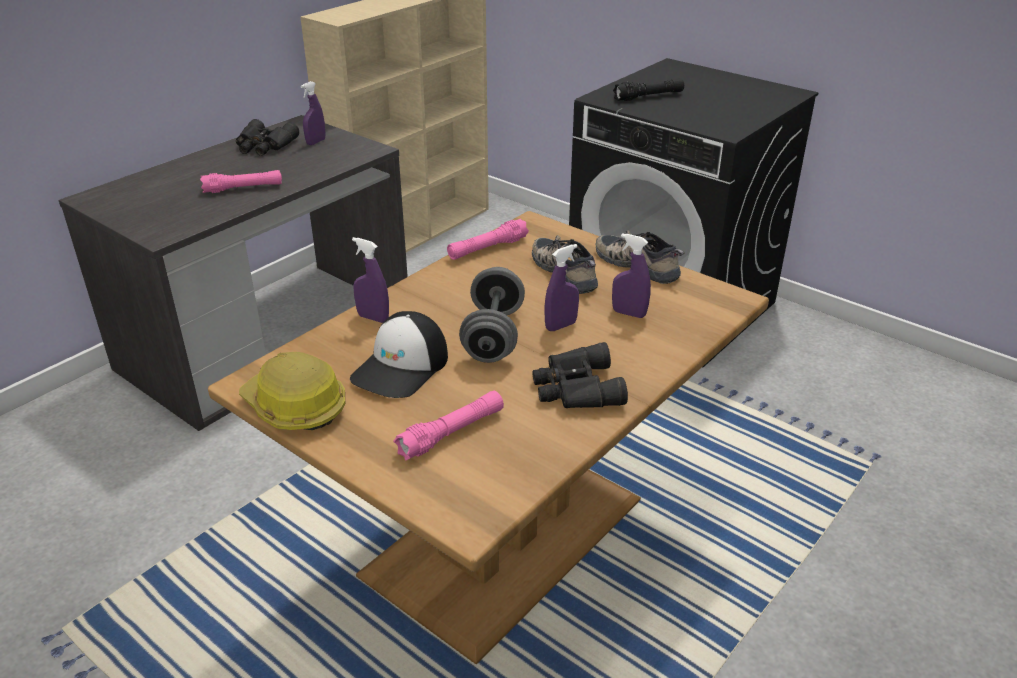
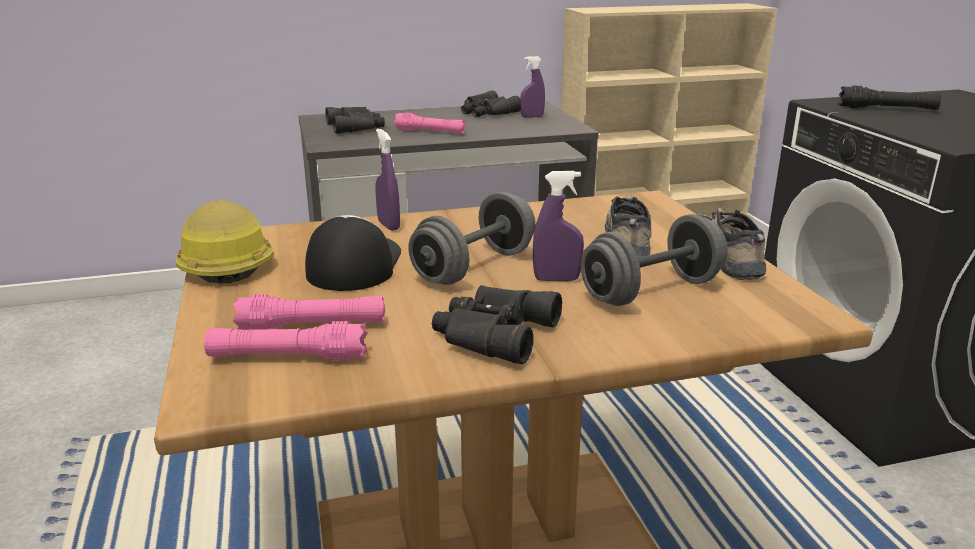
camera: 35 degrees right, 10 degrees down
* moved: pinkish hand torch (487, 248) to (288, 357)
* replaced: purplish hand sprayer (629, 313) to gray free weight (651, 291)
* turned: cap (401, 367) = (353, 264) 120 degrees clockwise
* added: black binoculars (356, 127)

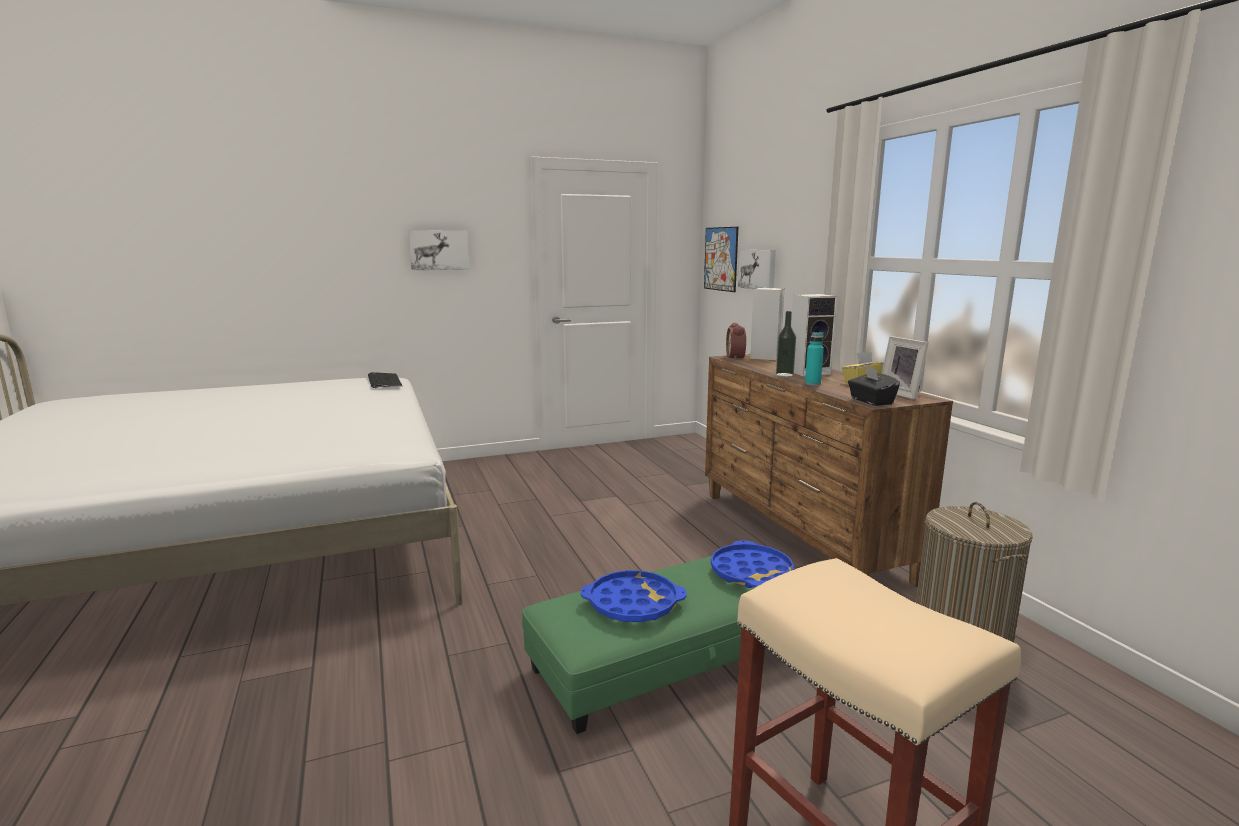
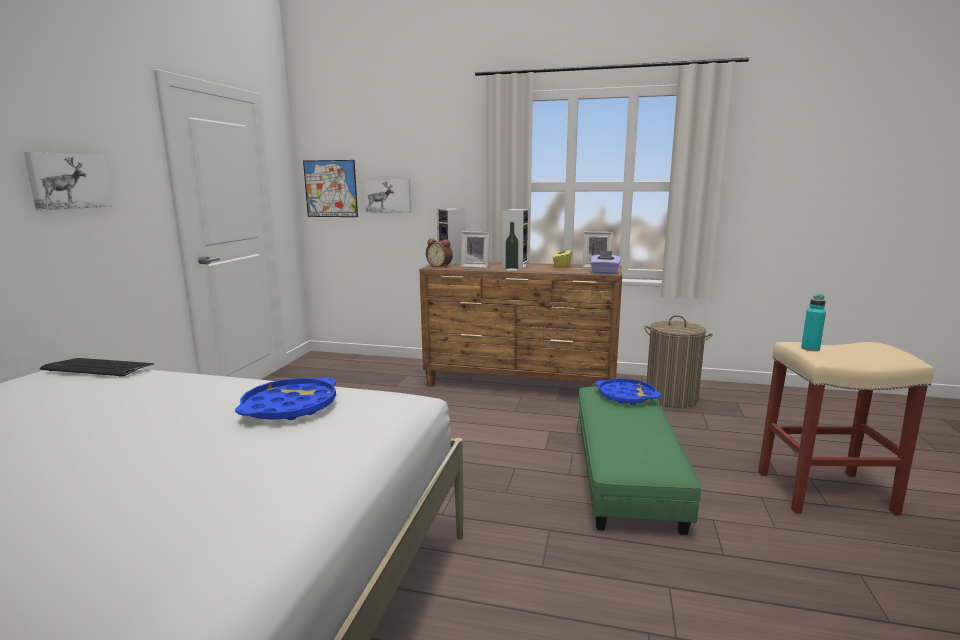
camera: 55 degrees left, 0 degrees up
* moved: turquoise-coloured beverage bottle (812, 384) to (810, 349)
* recoloured: black box of tissues (871, 401) to purplish box of tissues (604, 272)
* moved: blue-coloured serving tray (633, 604) to (290, 407)
* added: photo frame (475, 266)

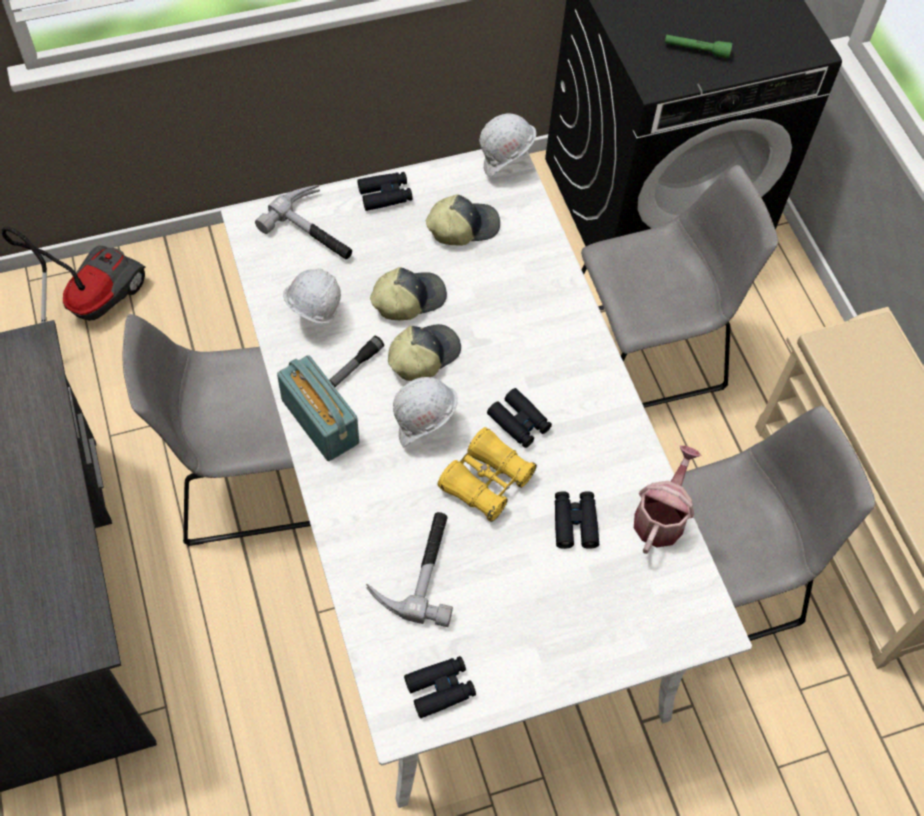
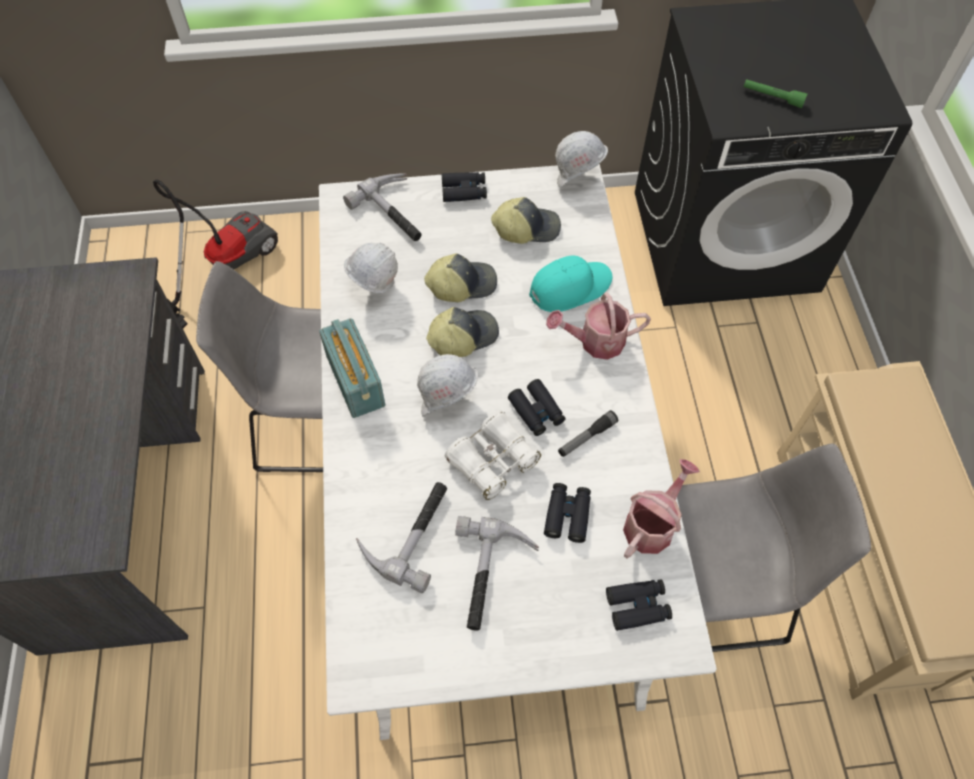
camera: 15 degrees right, 0 degrees up
* removed: gray plain chair (646, 352)
* moved: hand torch (355, 366) to (586, 437)
* recoloured: yellow-coloured binoculars (486, 481) to whitish binoculars (492, 461)
* moved: black binoculars (440, 688) to (637, 606)
* added: turquoise-coloured cap (570, 287)
* added: sprinkling can (595, 341)
* added: hand hammer (491, 577)

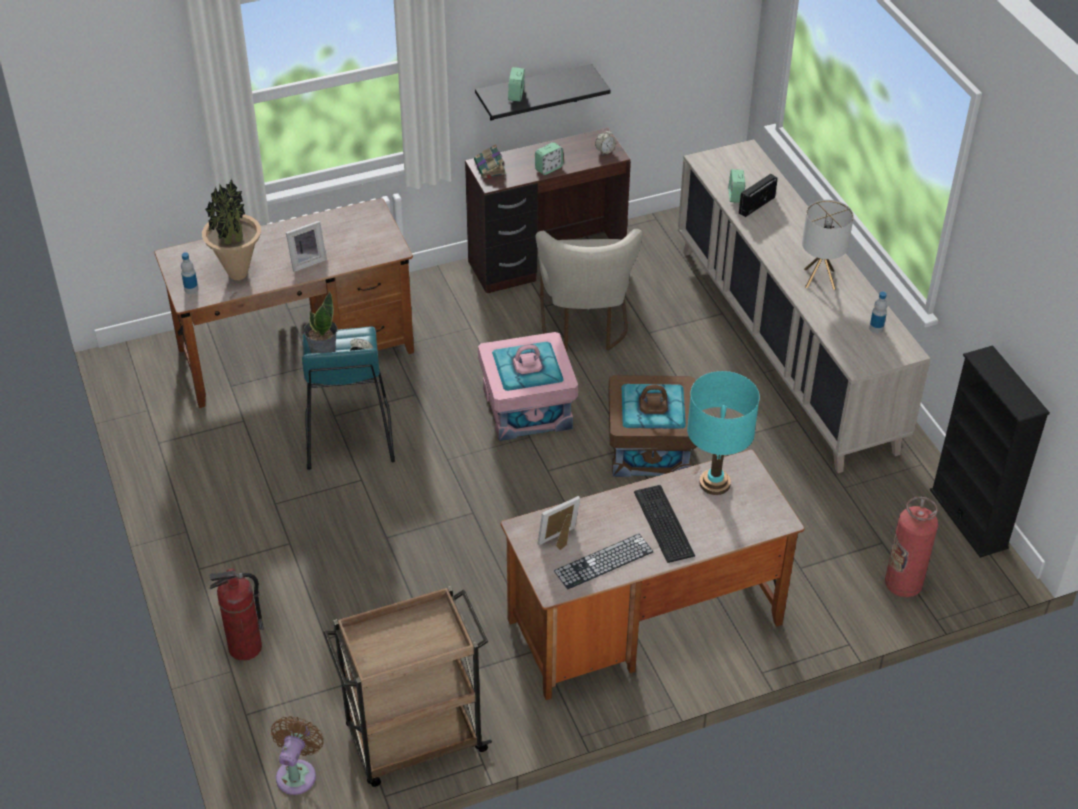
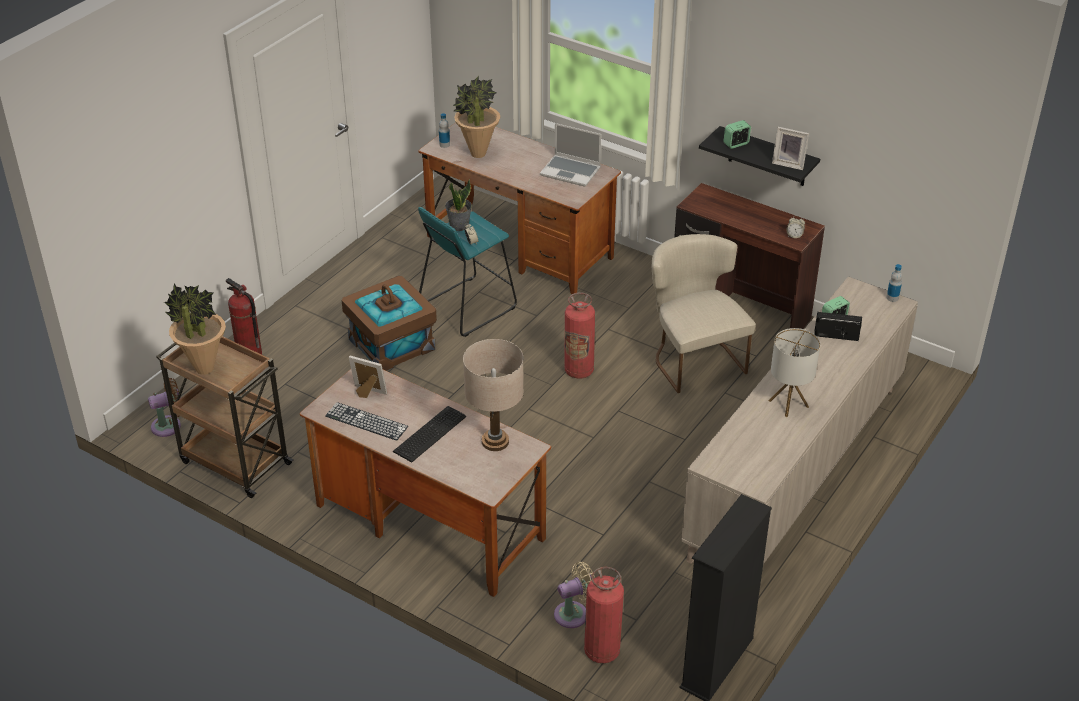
camera: 55 degrees right, 5 degrees down
* removed: table clock (548, 168)
* removed: book (490, 168)
* moved: photo frame (307, 261) to (789, 163)
* turned: beige-coloured plain chair (584, 326) = (693, 358) 105 degrees clockwise
* moved: beverage bottle (876, 328) to (892, 298)
* replaced: pinkish storage bin (527, 408) to fire extinguisher (579, 371)
* recoloured: turquoise-coloured table lamp (715, 483) to beige-coloured table lamp (495, 442)
* moved: brown-coloured storage bin (650, 448) to (392, 344)
* added: notebook computer (571, 171)
* added: potted plant (204, 369)
* added: beige-coloured electric fan (574, 613)

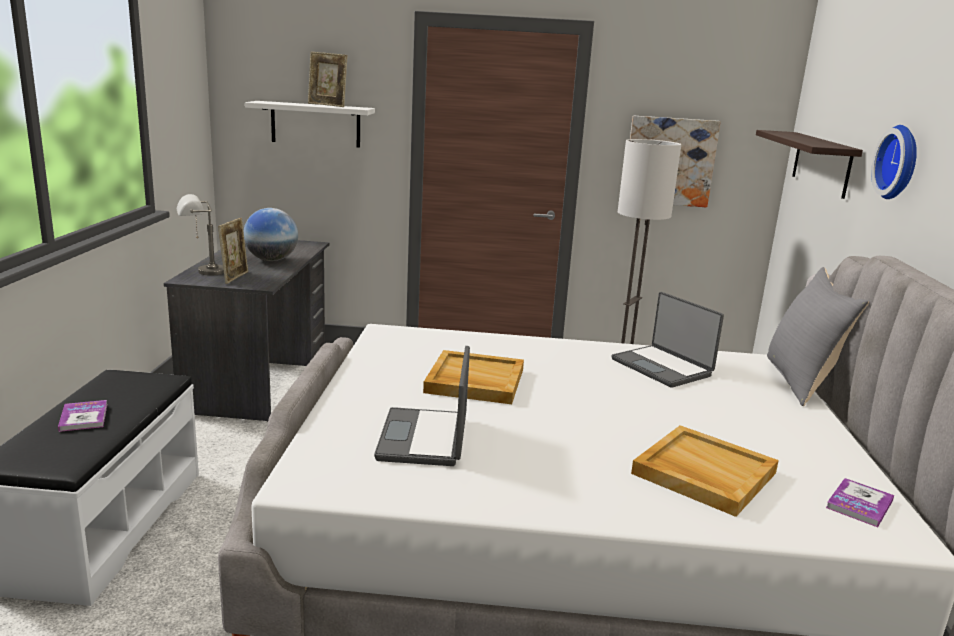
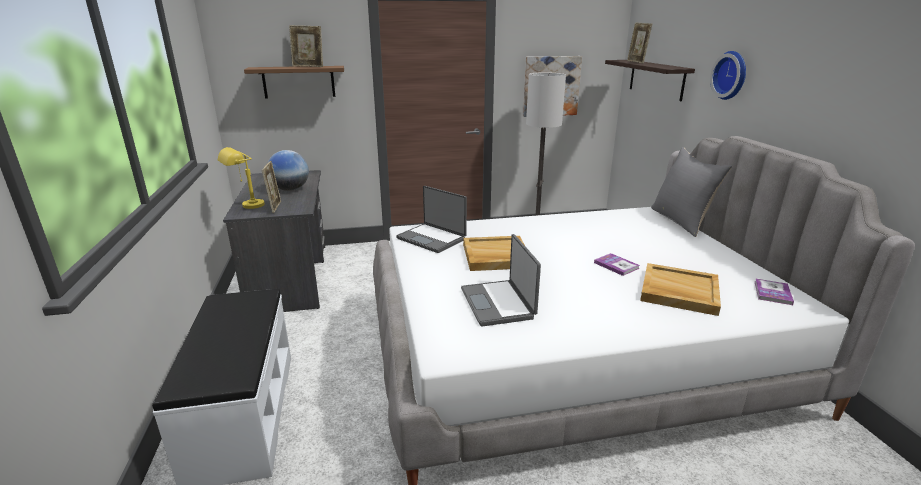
camera: 15 degrees left, 5 degrees up
* recoloured: whitish wall shelf (315, 124) to brown-coloured wall shelf (298, 82)
* recoloured: gray table lamp (202, 272) to yellow-coloured table lamp (246, 207)
* moved: notebook computer (662, 367) to (432, 238)
* moved: book (83, 417) to (616, 265)
* added: photo frame (636, 62)

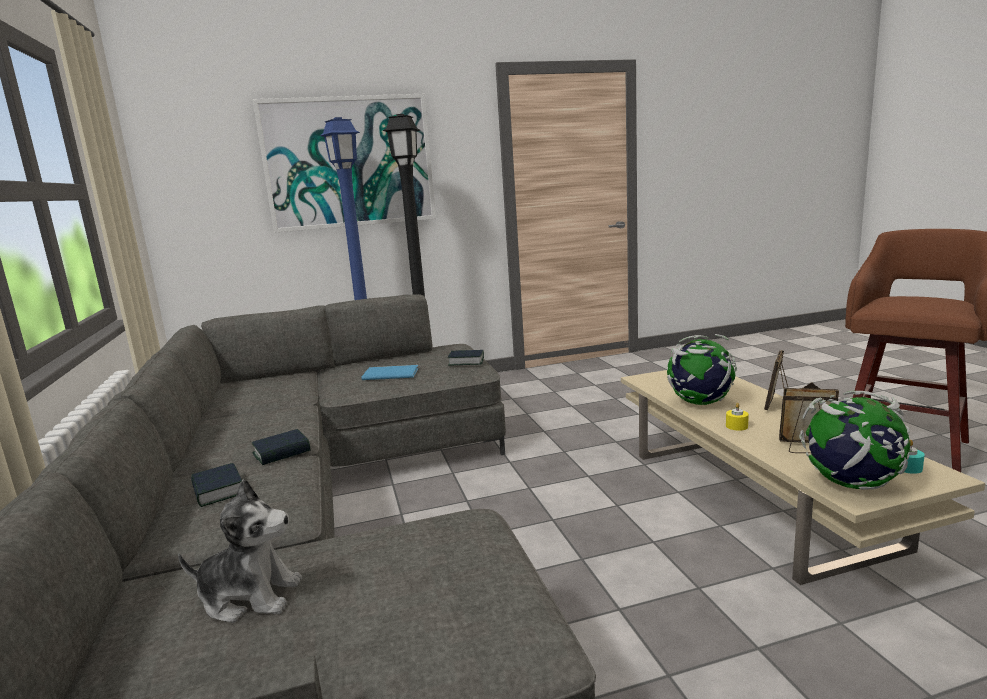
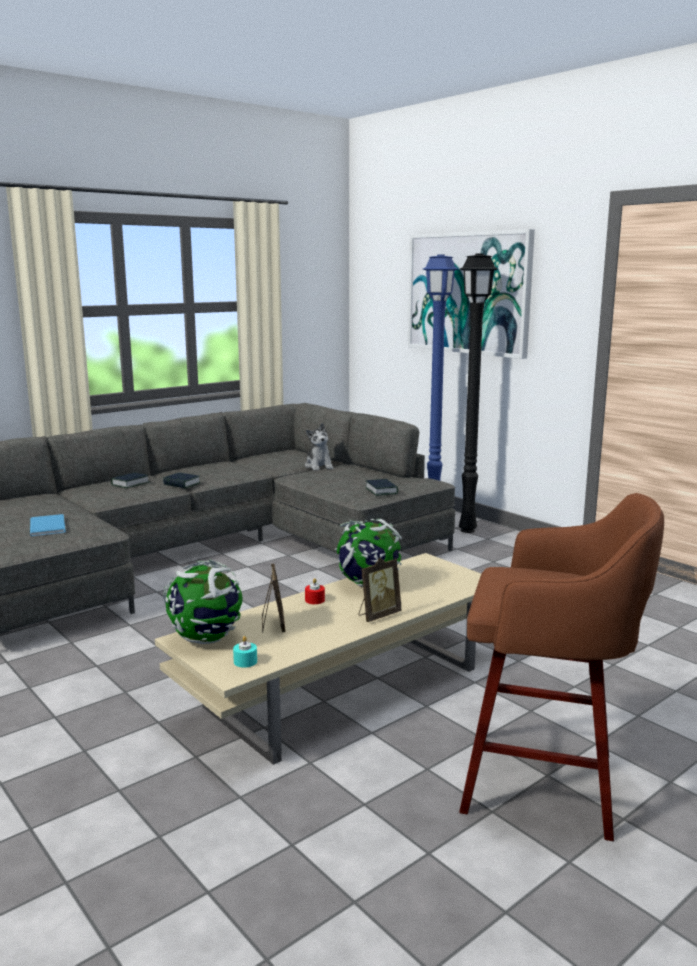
camera: 65 degrees right, 0 degrees up
* turned: photo frame (778, 406) = (378, 615) 135 degrees clockwise
* moved: blue-coloured book (389, 374) to (49, 526)
* recoloured: yellow-coloured wax light (736, 426) to reddish wax light (314, 600)
* moved: soft toy (250, 596) to (319, 466)

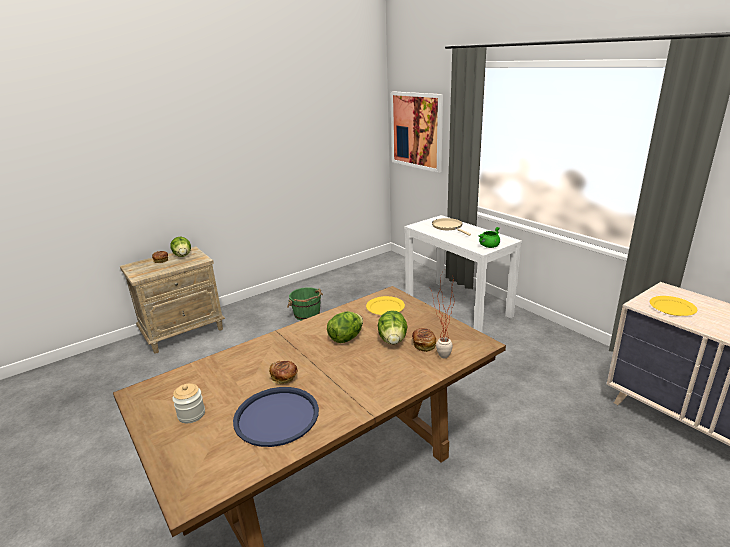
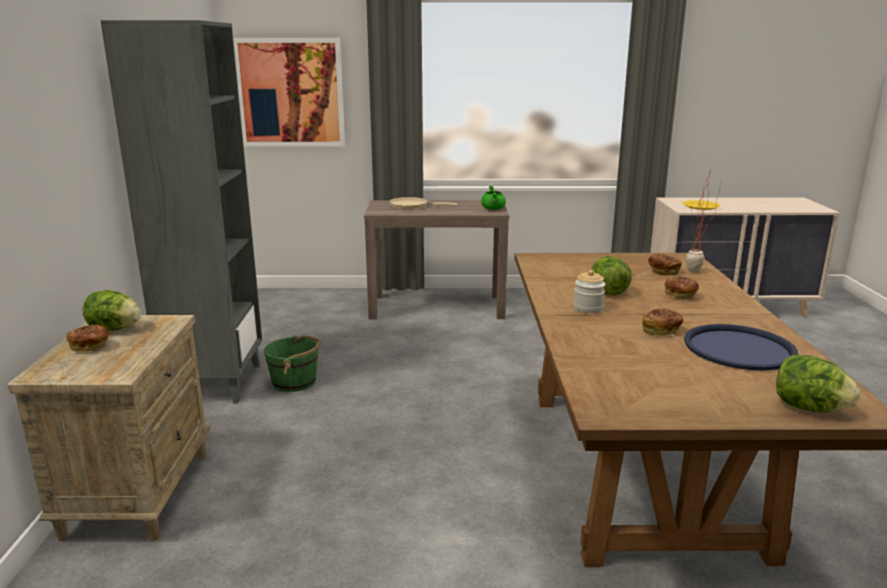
camera: 55 degrees left, 5 degrees down
* recoloured: whitish hall table (457, 306) to brown-coloured hall table (437, 307)
* removed: yellow-coloured plate (385, 307)
* moved: lettuce head (393, 340) to (809, 408)
* moved: jar (191, 414) to (588, 308)
* added: gray bookcase (215, 382)
* added: bakery bread (680, 296)

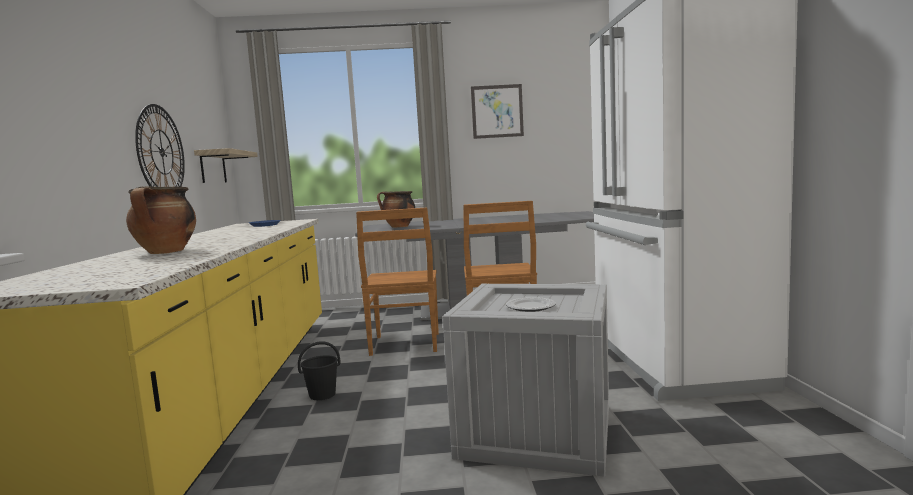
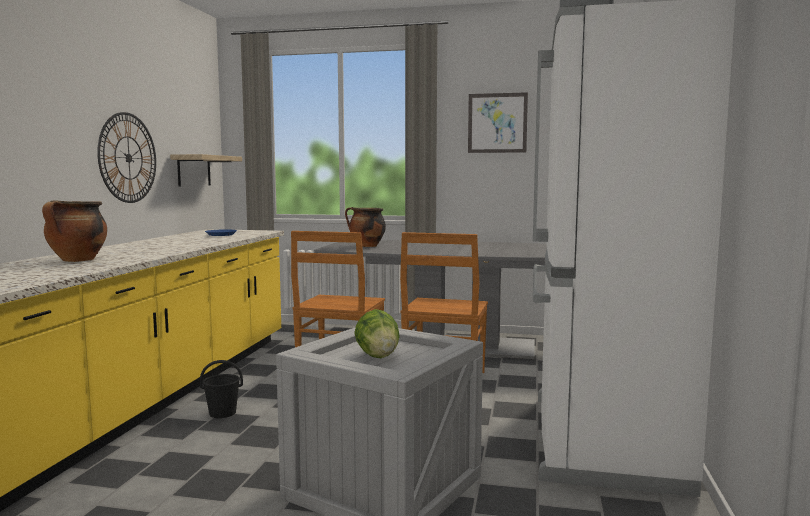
camera: 15 degrees right, 0 degrees up
* replaced: plate (530, 307) to lettuce head (378, 356)

